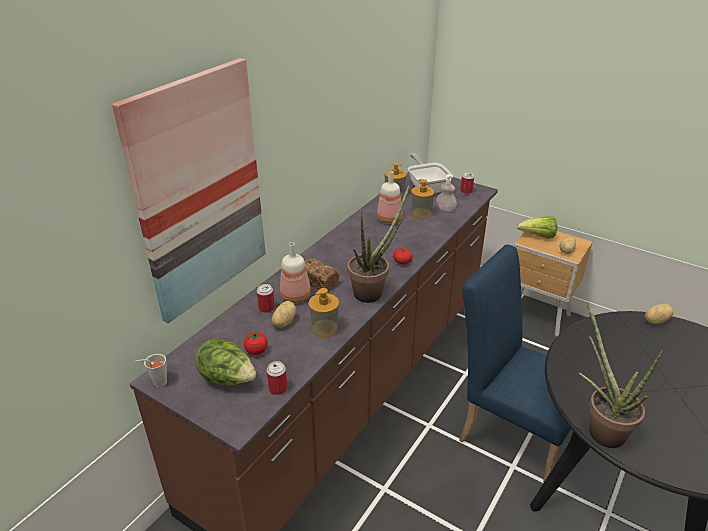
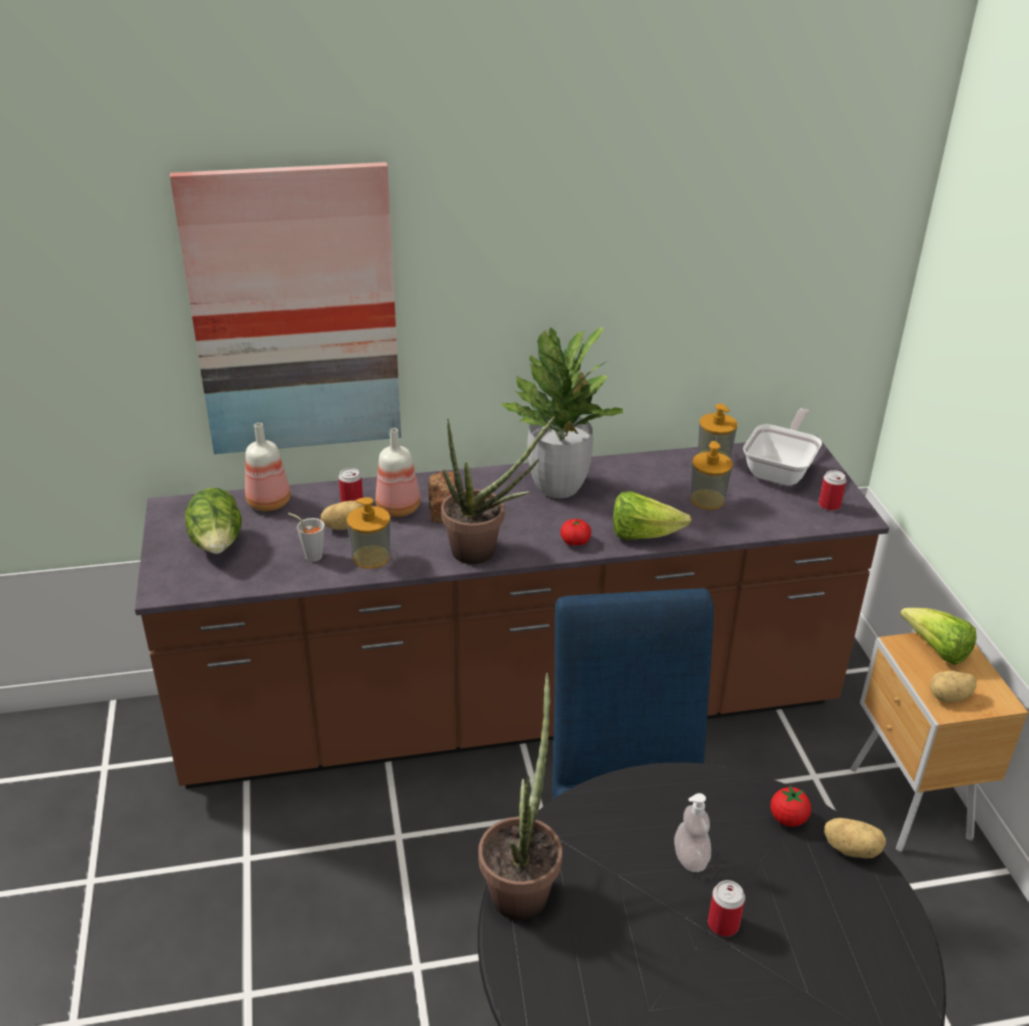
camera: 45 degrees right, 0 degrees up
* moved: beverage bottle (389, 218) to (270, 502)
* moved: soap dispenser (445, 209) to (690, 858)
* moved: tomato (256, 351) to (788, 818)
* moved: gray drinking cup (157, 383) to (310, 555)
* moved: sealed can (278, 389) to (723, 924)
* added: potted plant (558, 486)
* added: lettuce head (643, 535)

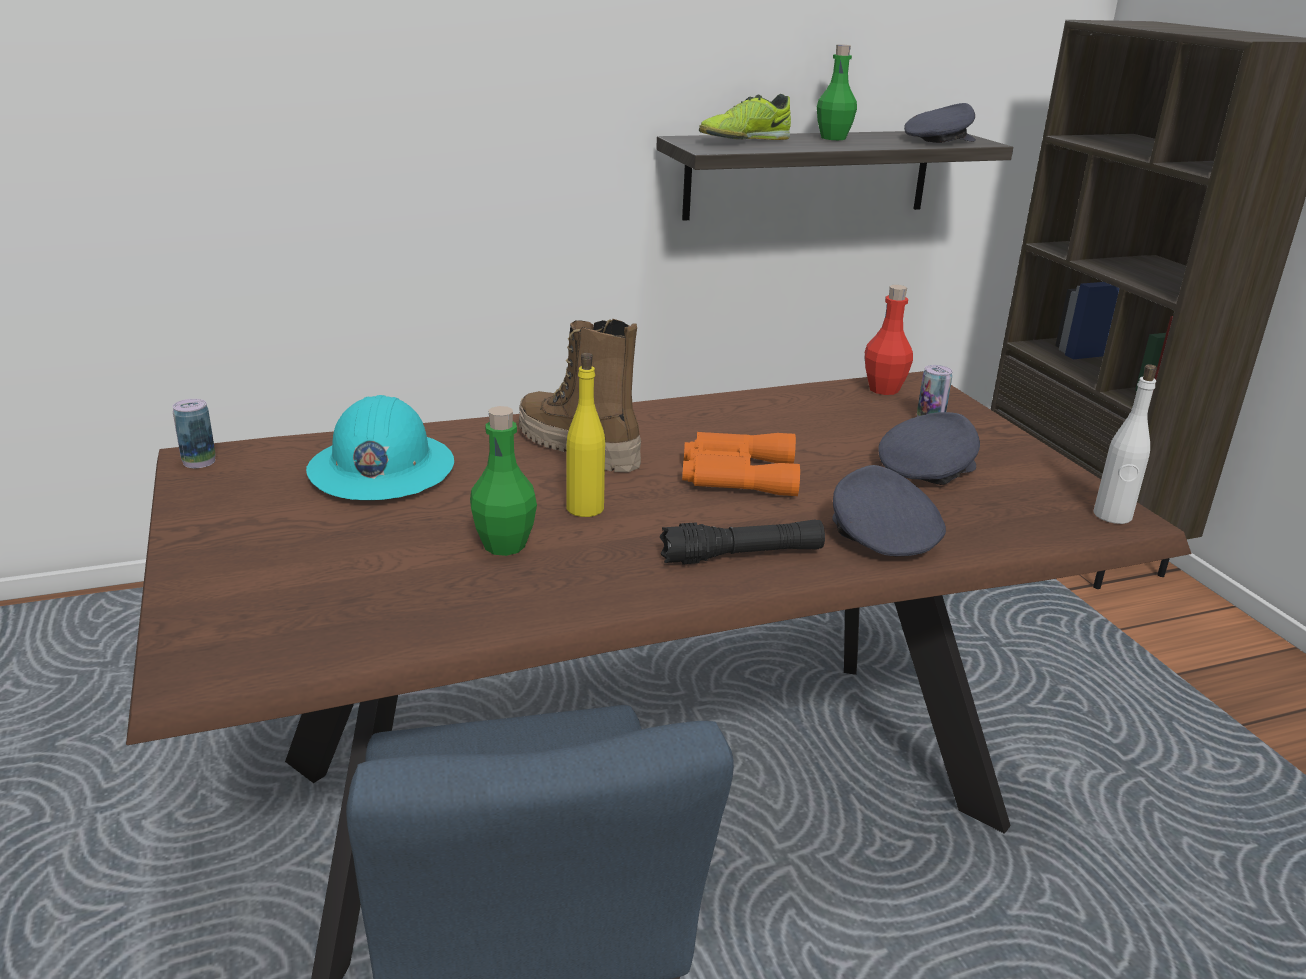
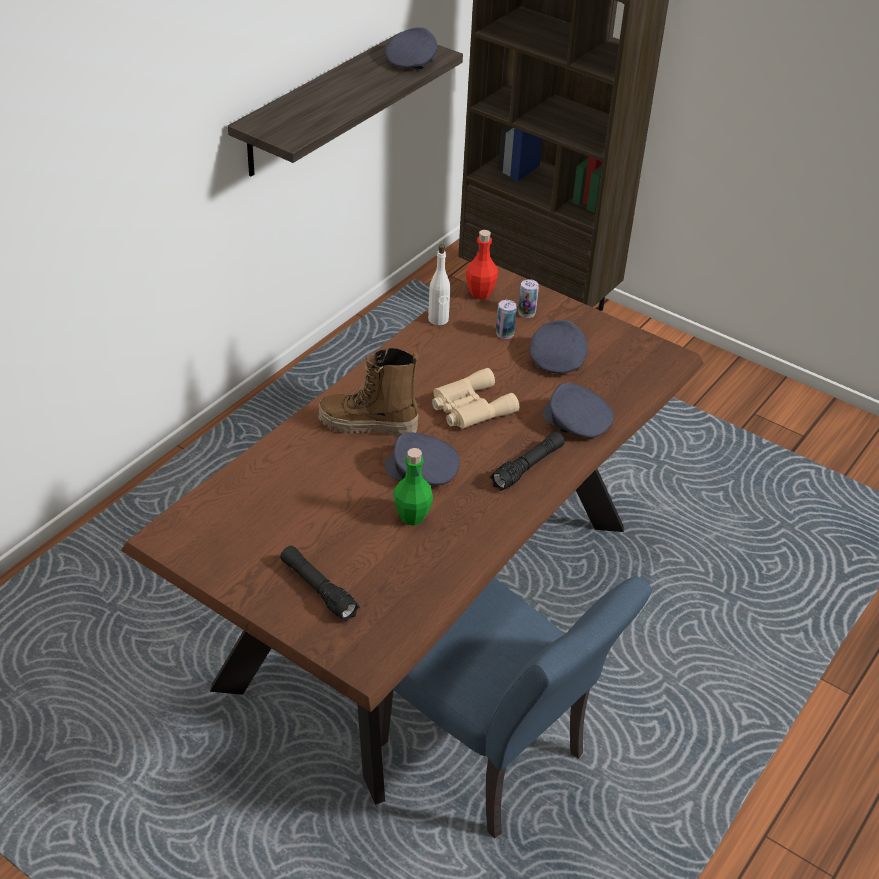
camera: 35 degrees left, 15 degrees up
* removed: green beverage bottle (833, 138)
* removed: item of footwear (744, 140)
* replaced: yellow-coloured beverage bottle (584, 508) to gray cap (422, 471)
* moved: whitish beverage bottle (1112, 516) to (438, 319)
* removed: turquoise-coloured hard hat (381, 470)
* moved: sealed can (199, 461) to (504, 333)
* recoloured: orangey binoculars (736, 474) to beige-coloured binoculars (470, 407)
* added: black hand torch (318, 589)

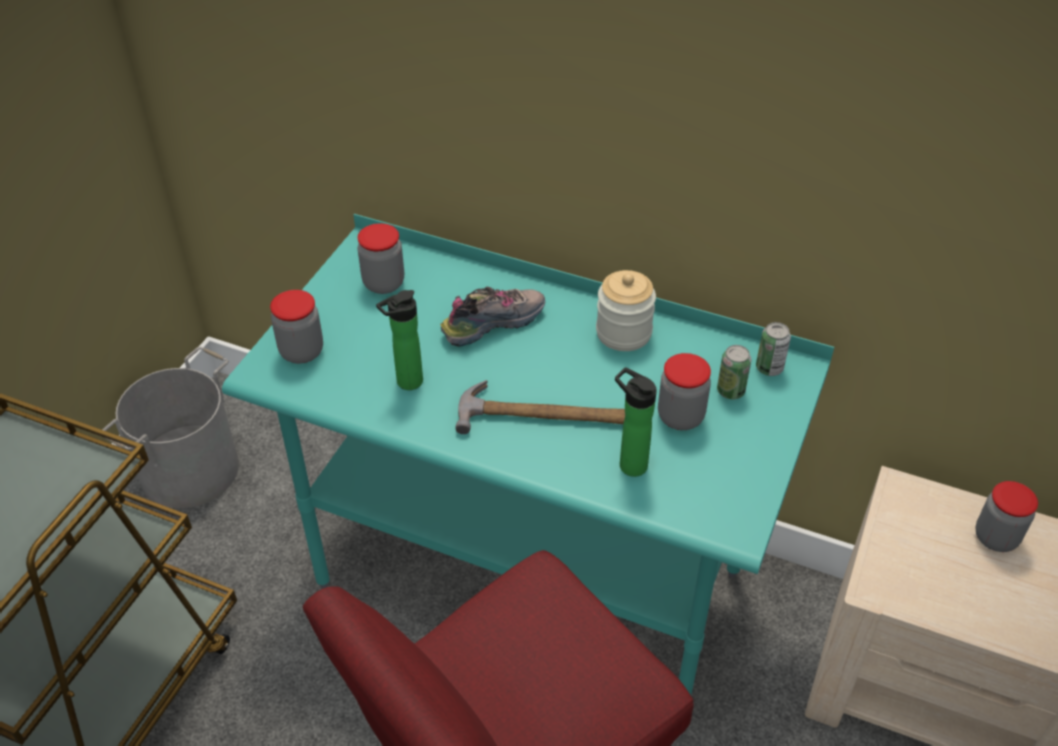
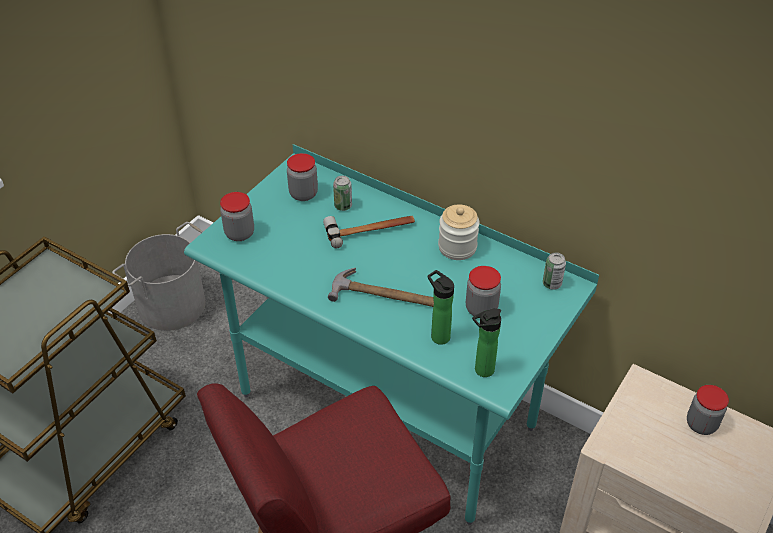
camera: 10 degrees right, 0 degrees up
* replaced: item of footwear (493, 323) to hand hammer (370, 230)
* moved: beverage bottle (406, 383) to (481, 371)
* moved: sealed can (730, 391) to (343, 206)

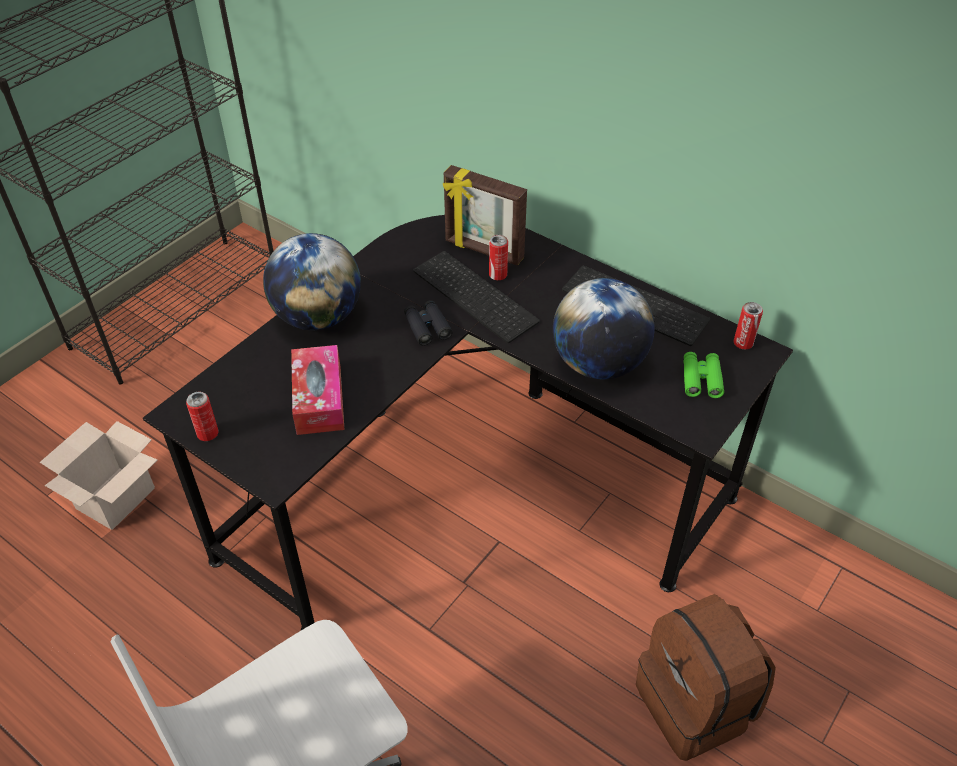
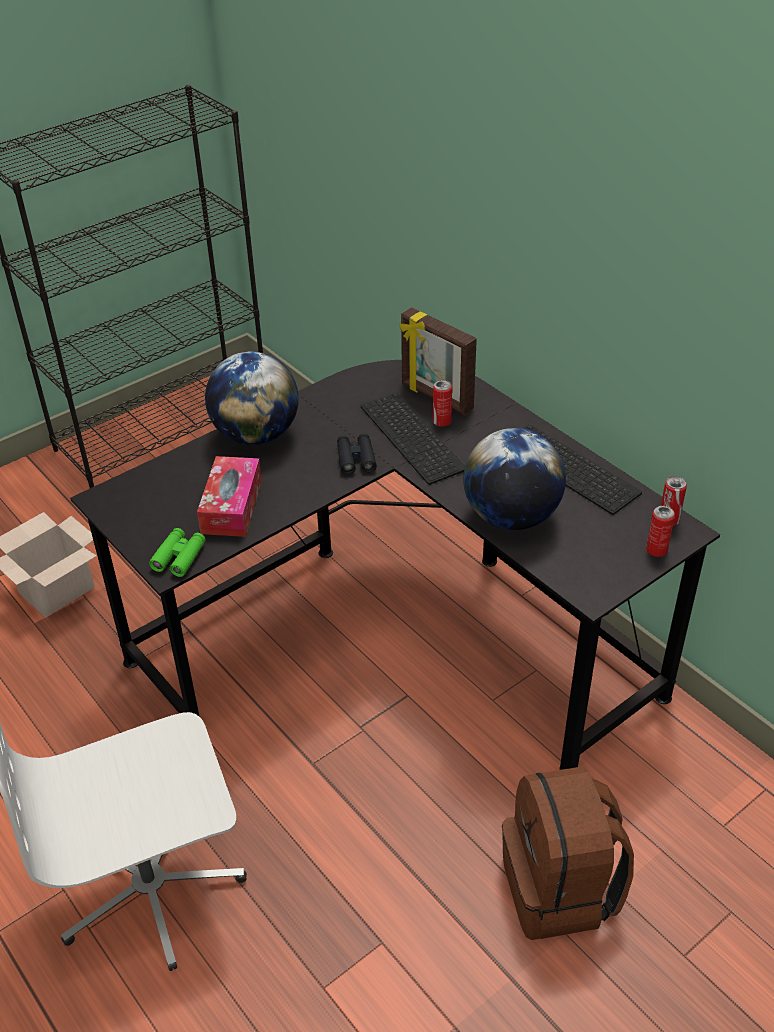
camera: 15 degrees right, 5 degrees down
* moved: green binoculars (701, 379) to (179, 557)
* moved: sealed can (207, 434) to (656, 550)

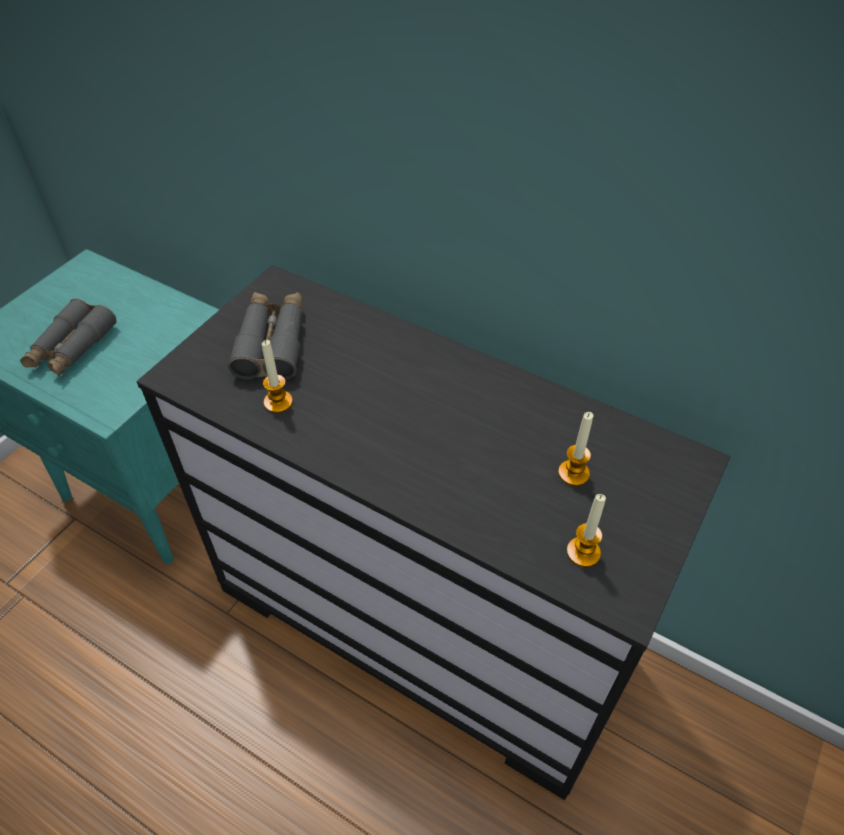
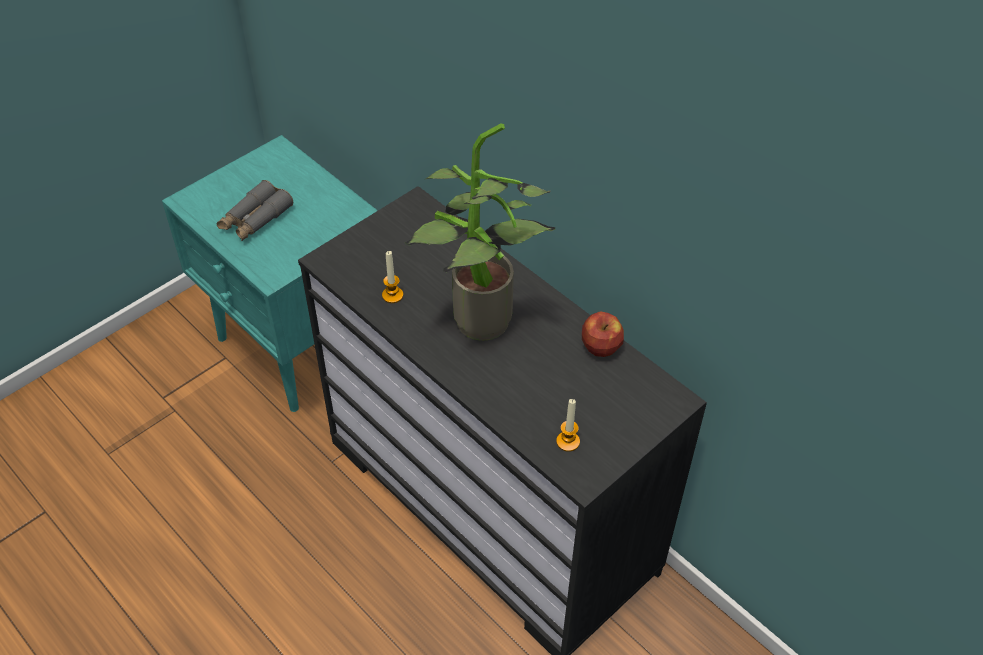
camera: 15 degrees right, 0 degrees up
* removed: gray binoculars (272, 343)
* removed: wax light (573, 473)
* added: potted plant (477, 326)
* added: whole apple (600, 346)

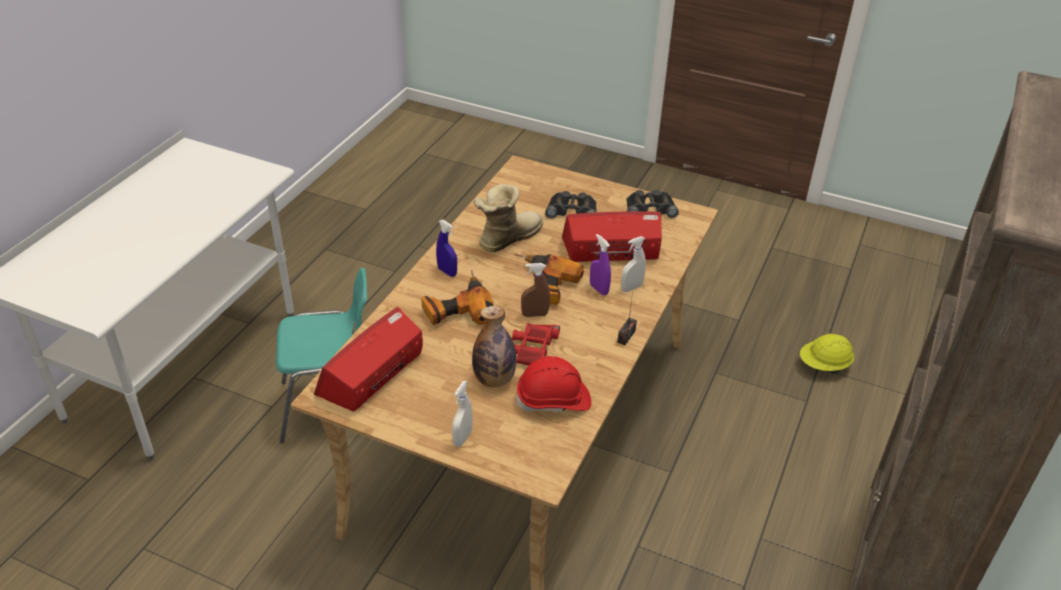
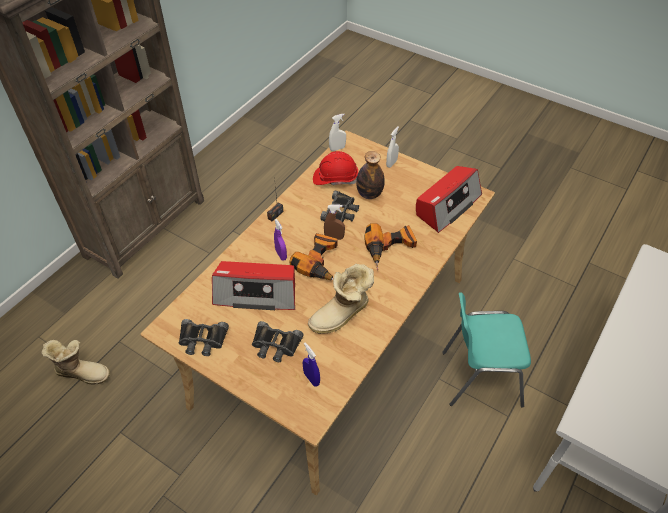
camera: 170 degrees left, 10 degrees up
* moved: blue-coloured hand sprayer (447, 272) to (311, 378)
* moved: whitish hand sprayer (631, 288) to (337, 148)
* recoloured: reddish binoculars (533, 349) to black binoculars (341, 212)
* replaced: yellow-coloured hard hat (824, 366) to boot (82, 372)

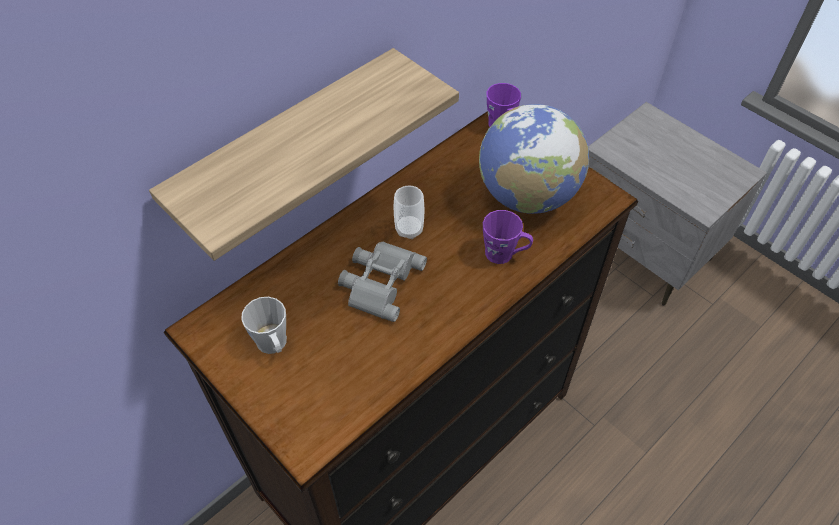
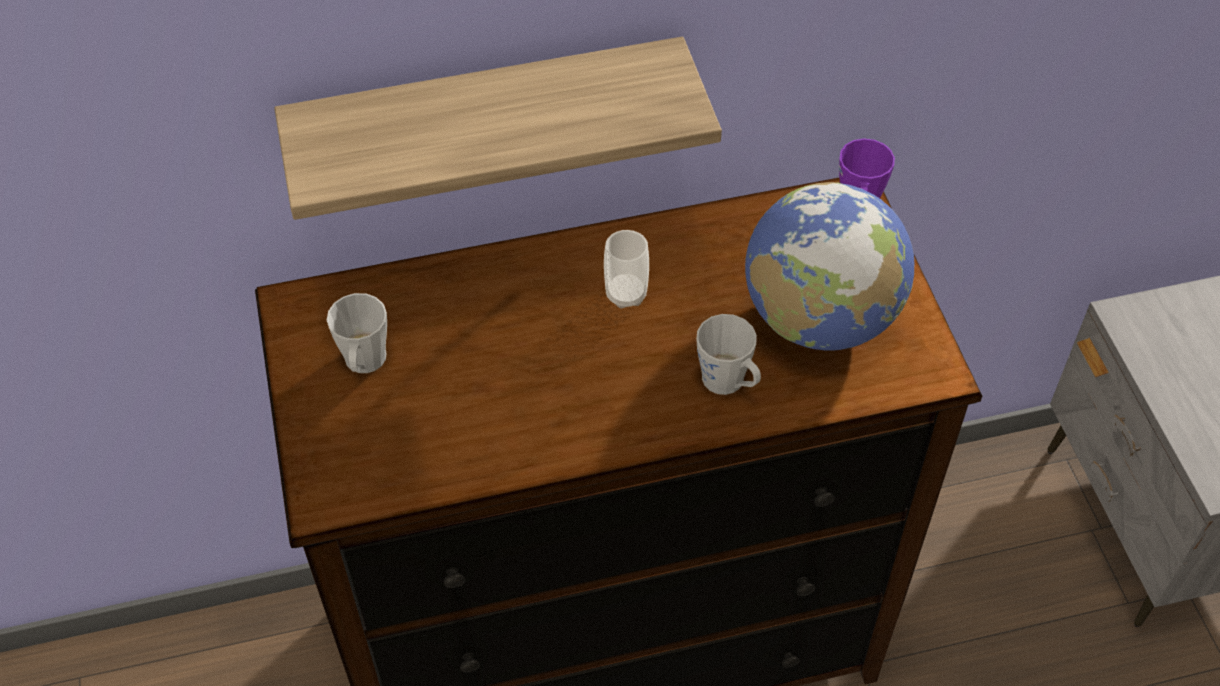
camera: 30 degrees right, 0 degrees up
* recoloured: purplish coffee mug (504, 254) to gray coffee mug (729, 383)
* removed: gray binoculars (379, 281)

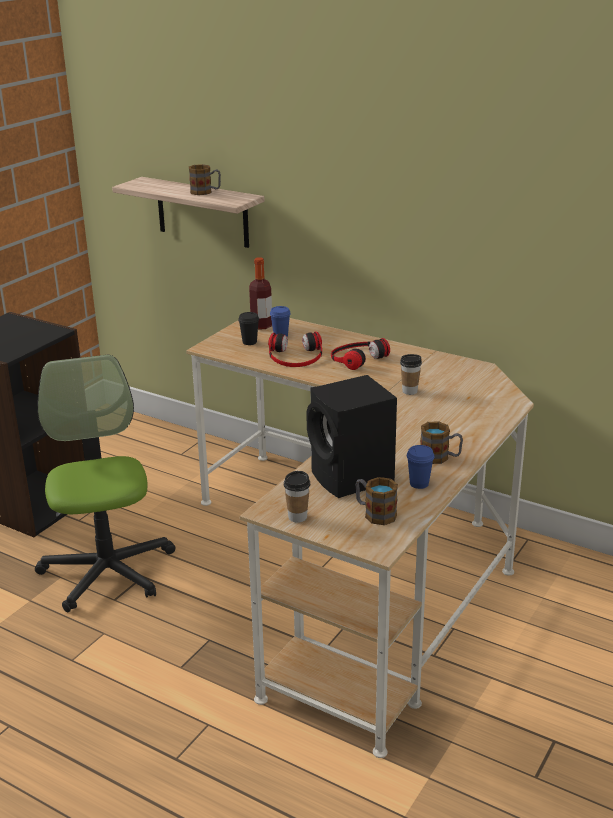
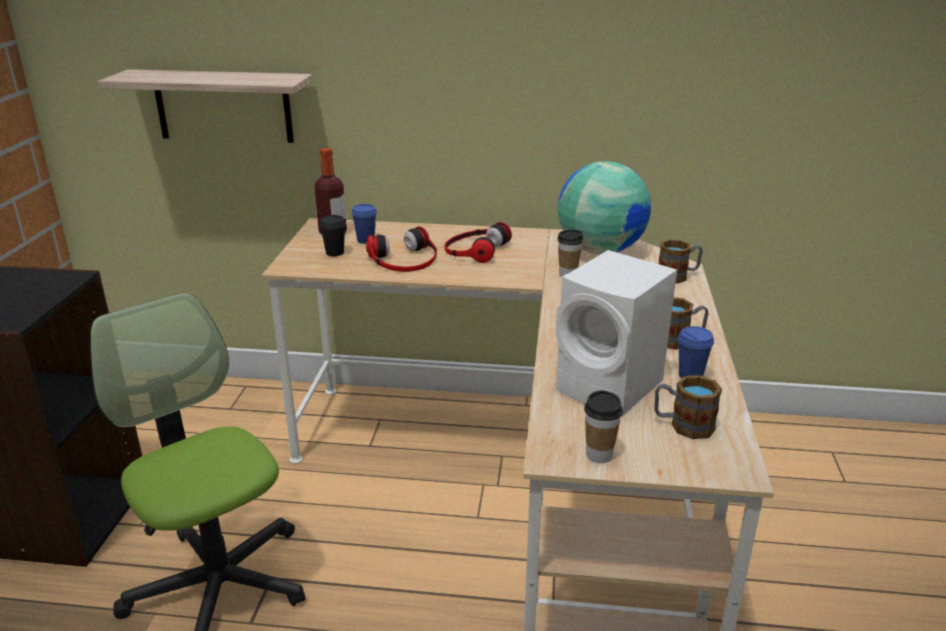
camera: 25 degrees left, 0 degrees up
* moved: coffee mug (205, 192) to (678, 276)
* recoloured: black speaker (352, 479) to whitish speaker (612, 387)
* added: world globe (600, 250)

